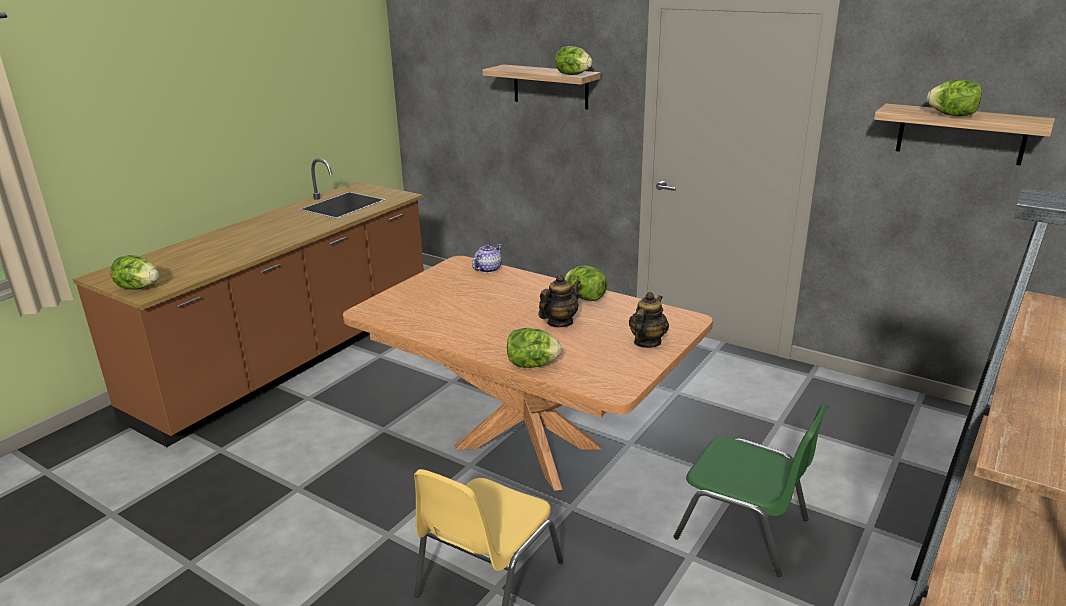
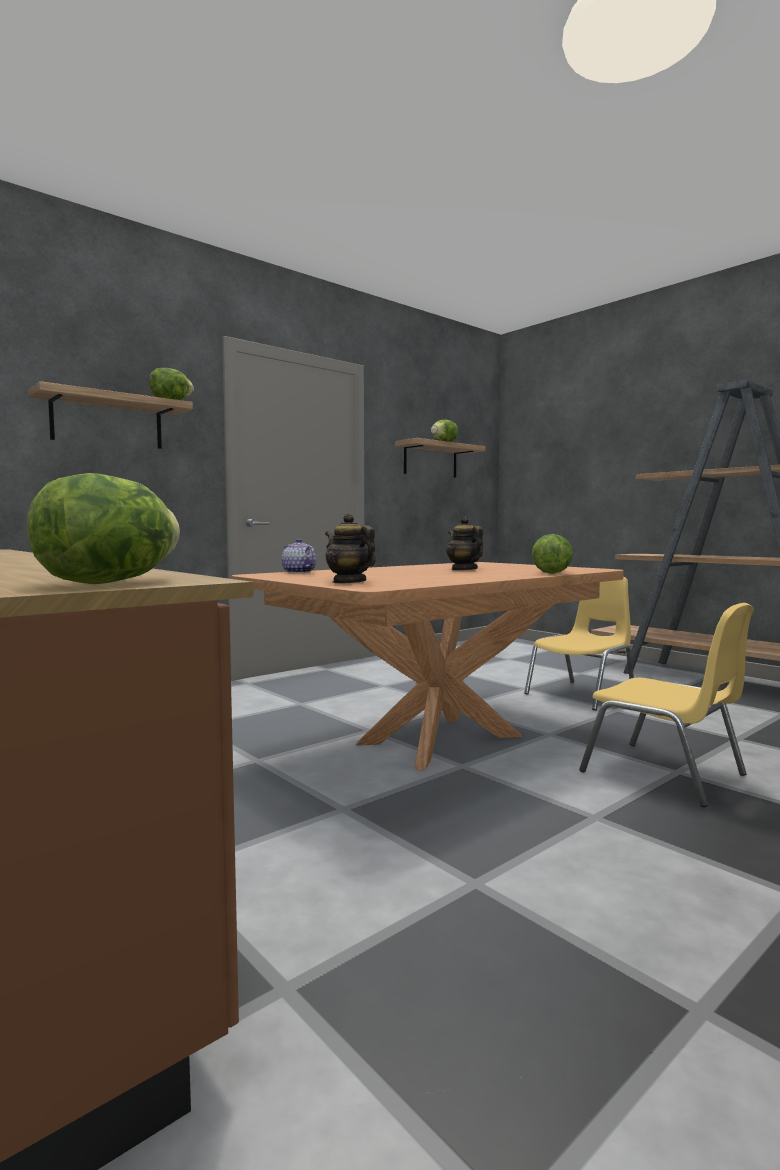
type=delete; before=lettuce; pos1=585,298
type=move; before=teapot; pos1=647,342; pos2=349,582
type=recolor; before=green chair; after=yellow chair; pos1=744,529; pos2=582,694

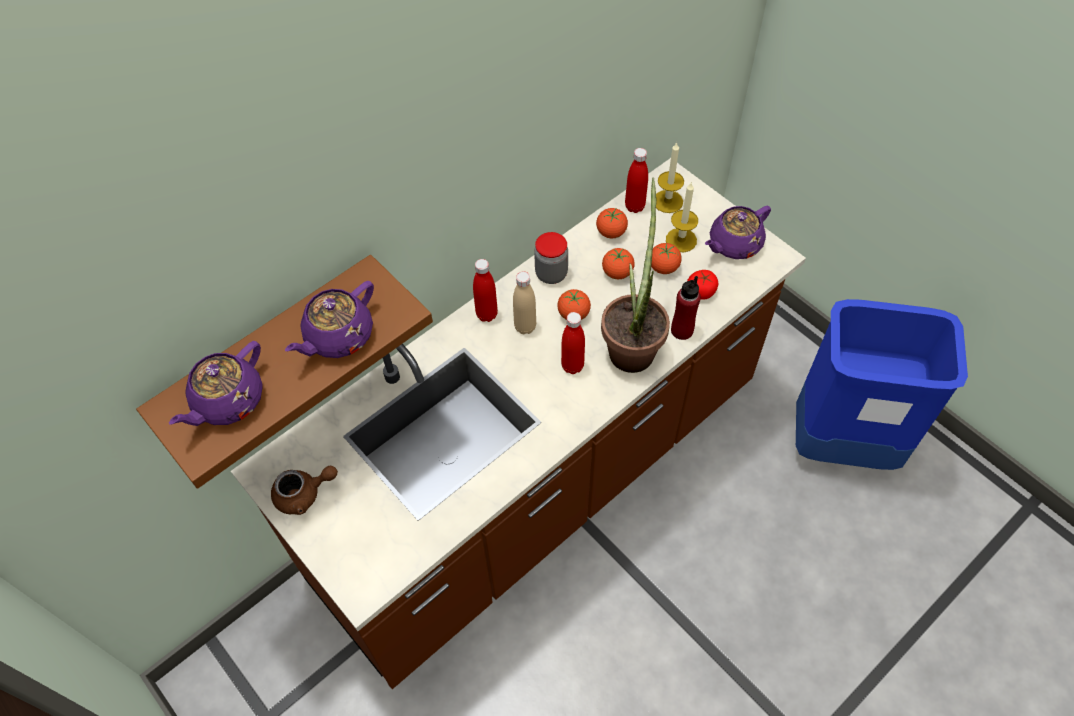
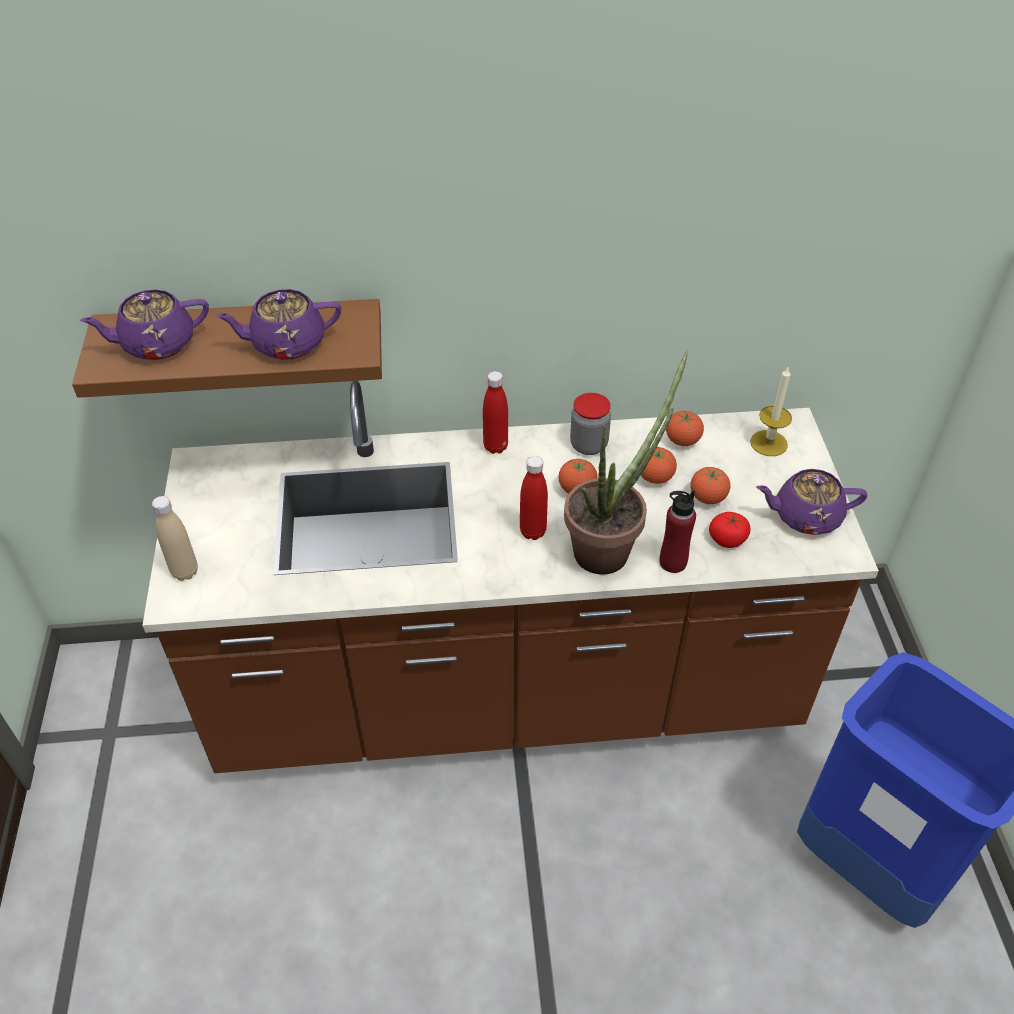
type=delete; before=brown teapot; pos1=304,494
type=move; before=beige bottle; pos1=525,327; pos2=185,572
type=delete; before=red bottle; pos1=634,206
type=delete; before=candle; pos1=681,240

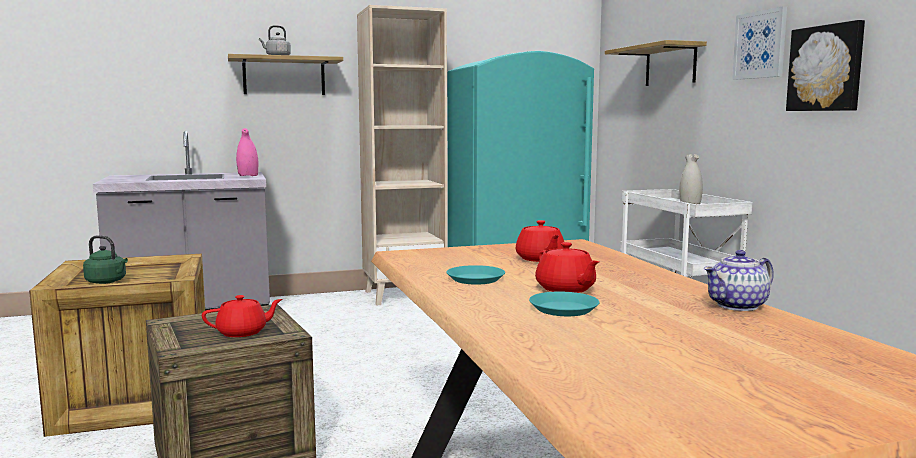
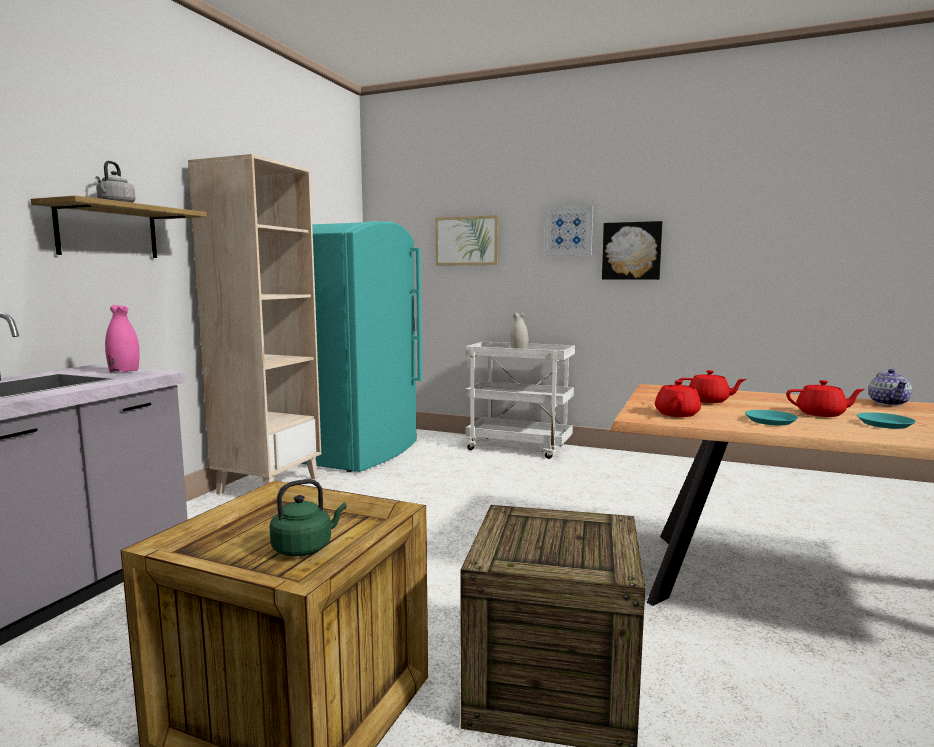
type=move; before=red teapot; pos1=243,332; pos2=677,414
type=replace; before=shelf; after=picture; pos1=670,65; pos2=467,241

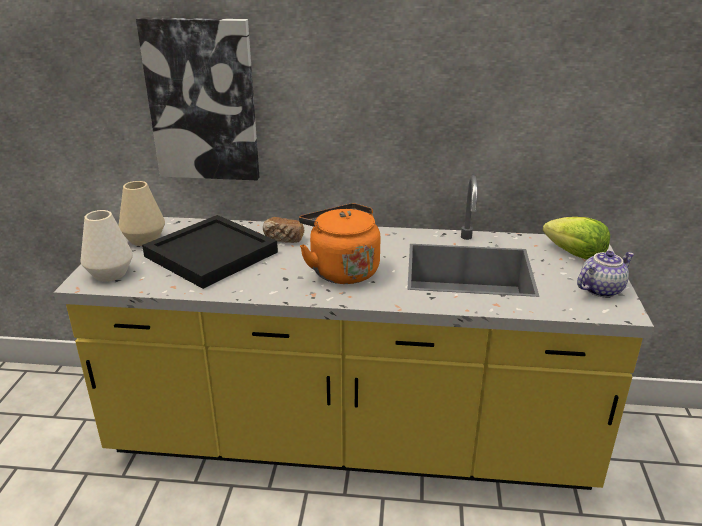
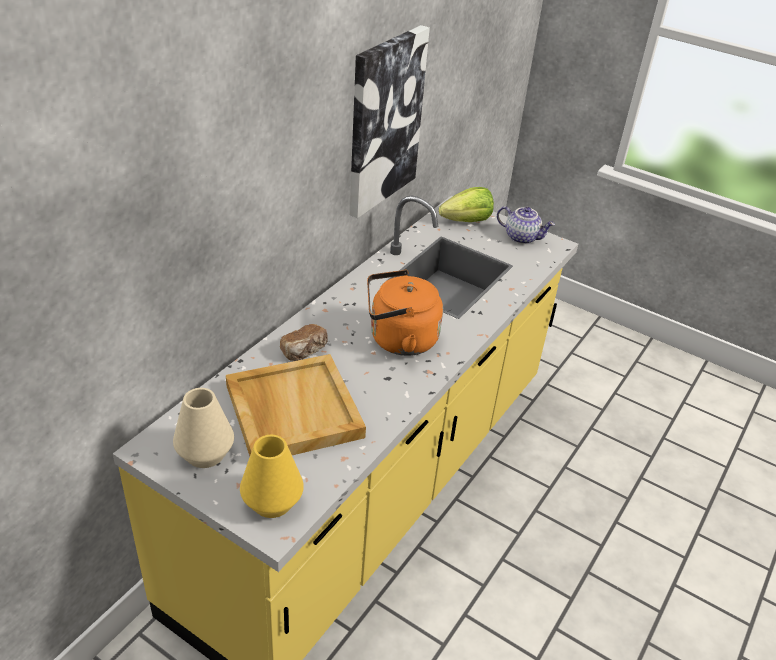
type=recolor; before=white vase; after=yellow vase; pos1=110,274; pos2=272,502
type=move; before=picture; pos1=202,101; pos2=384,121
type=recolor; before=black tray; after=beige tray; pos1=211,253; pos2=292,410
type=rotate; before=teapot; pos1=600,289; pos2=522,237; turn=120

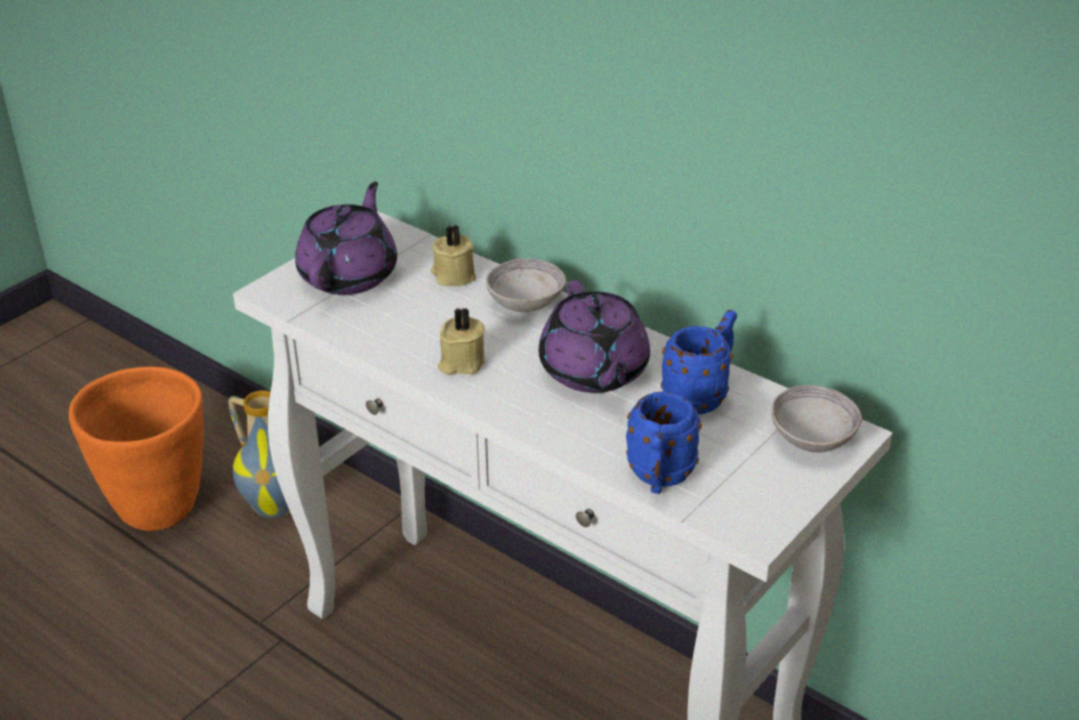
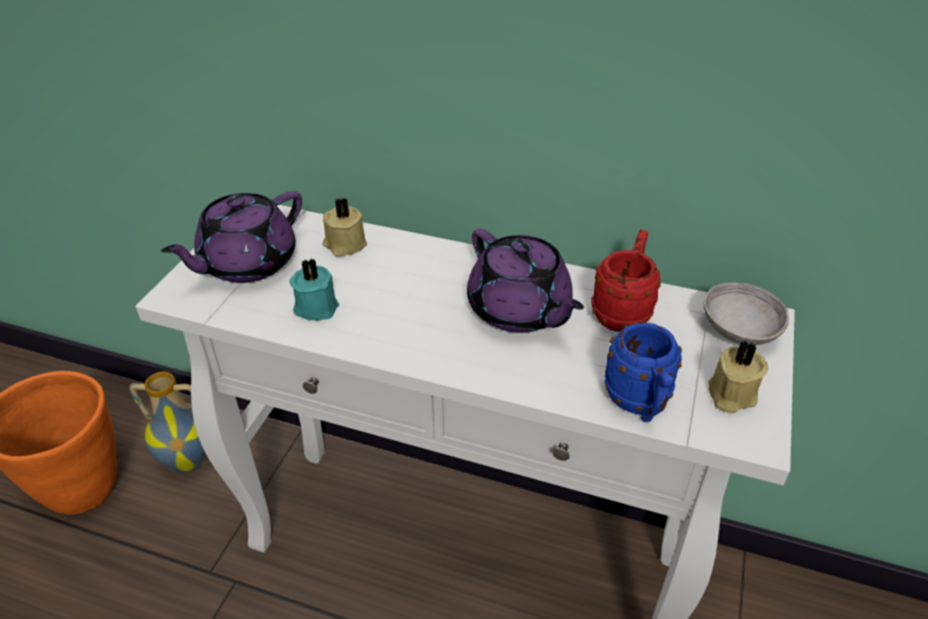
type=rotate; before=purple teapot; pos1=350,275; pos2=247,263; turn=-135
type=move; before=beige candle; pos1=461,363; pos2=730,395
type=delete; before=grey bowl; pos1=526,303
type=recolor; before=blue mug; after=red mug; pos1=701,395; pos2=623,311
type=insert; after=turquoise candle; pos2=316,306

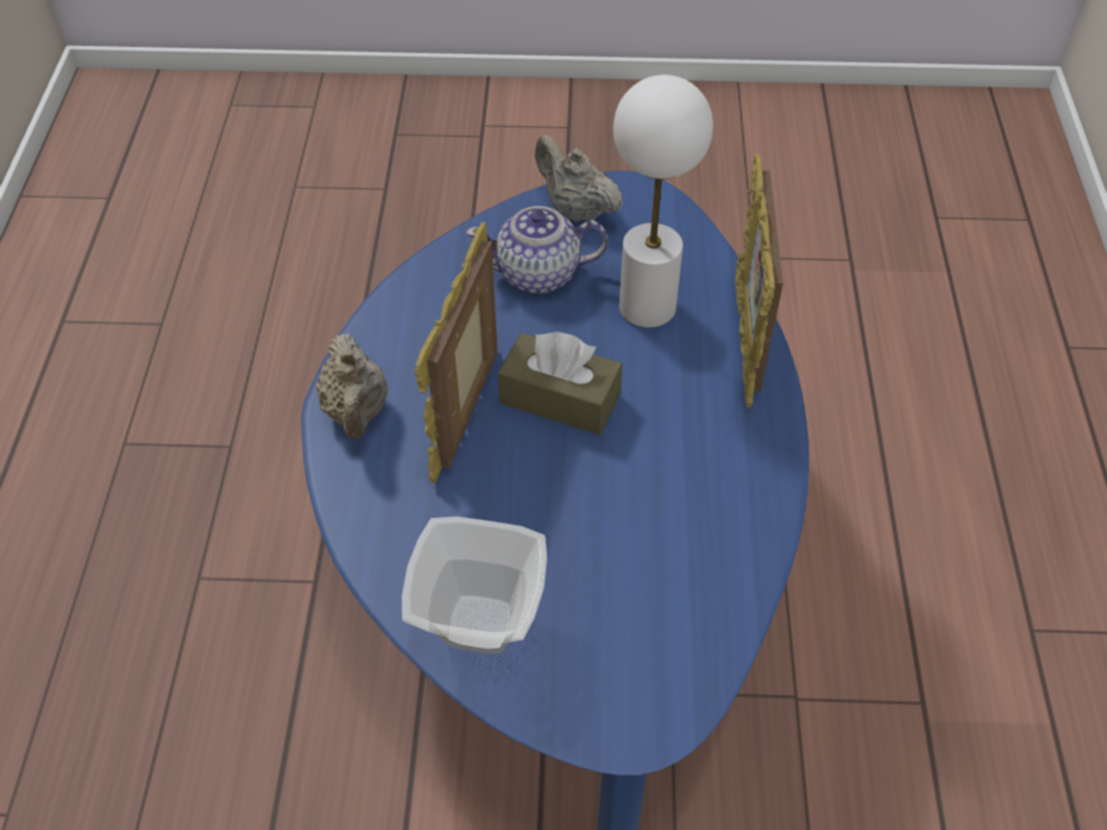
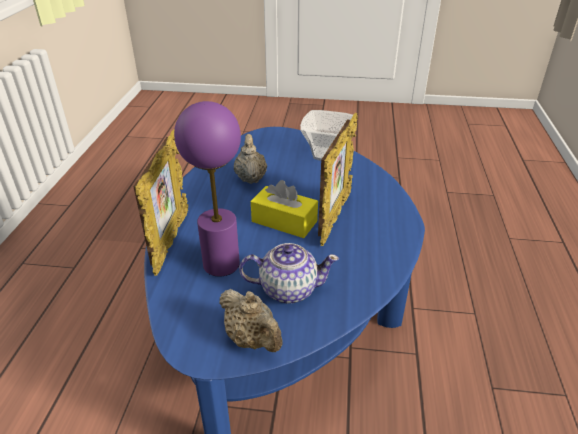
type=move; before=beige teapot; pos1=356,412; pos2=250,178
type=recolor; before=brown tissue box; after=yellow tissue box; pos1=560,398; pos2=284,221
type=recolor; before=white table lamp; after=purple table lamp; pos1=647,307; pos2=221,263

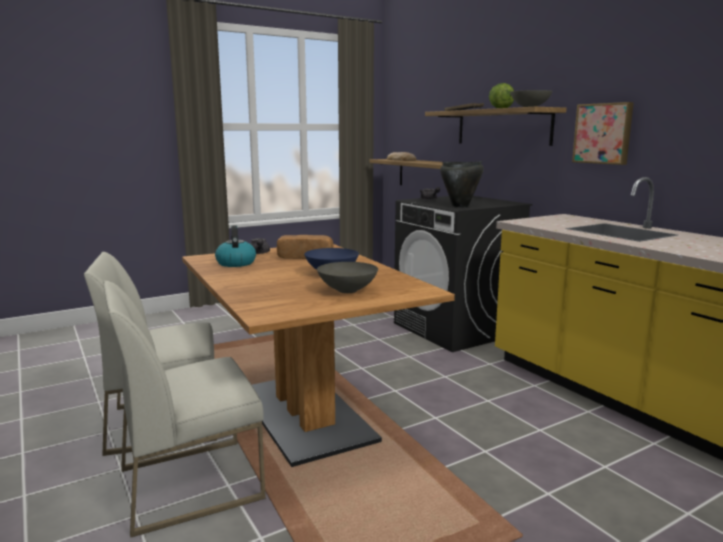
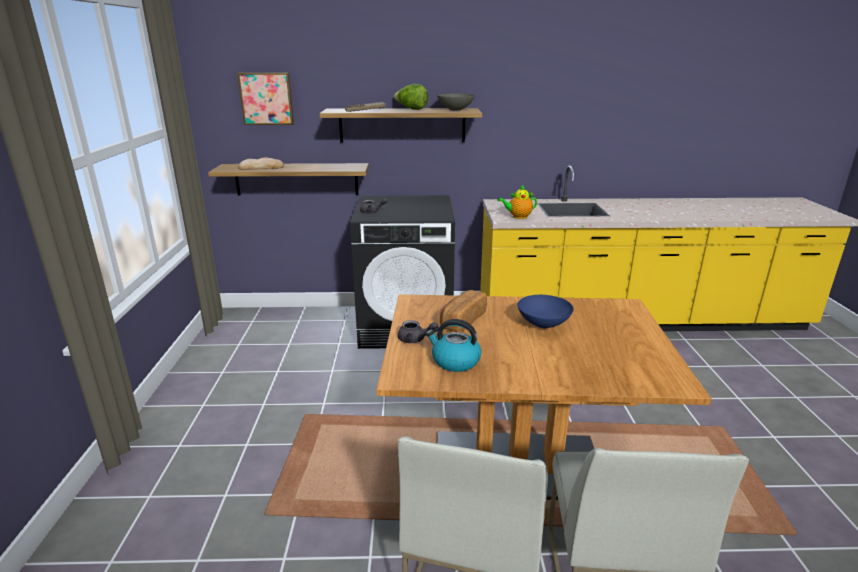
type=delete; before=grey bowl; pos1=347,291
type=delete; before=black cooking pot; pos1=460,206
type=move; before=picture; pos1=603,133; pos2=267,98
type=insert; after=teapot; pos2=518,217

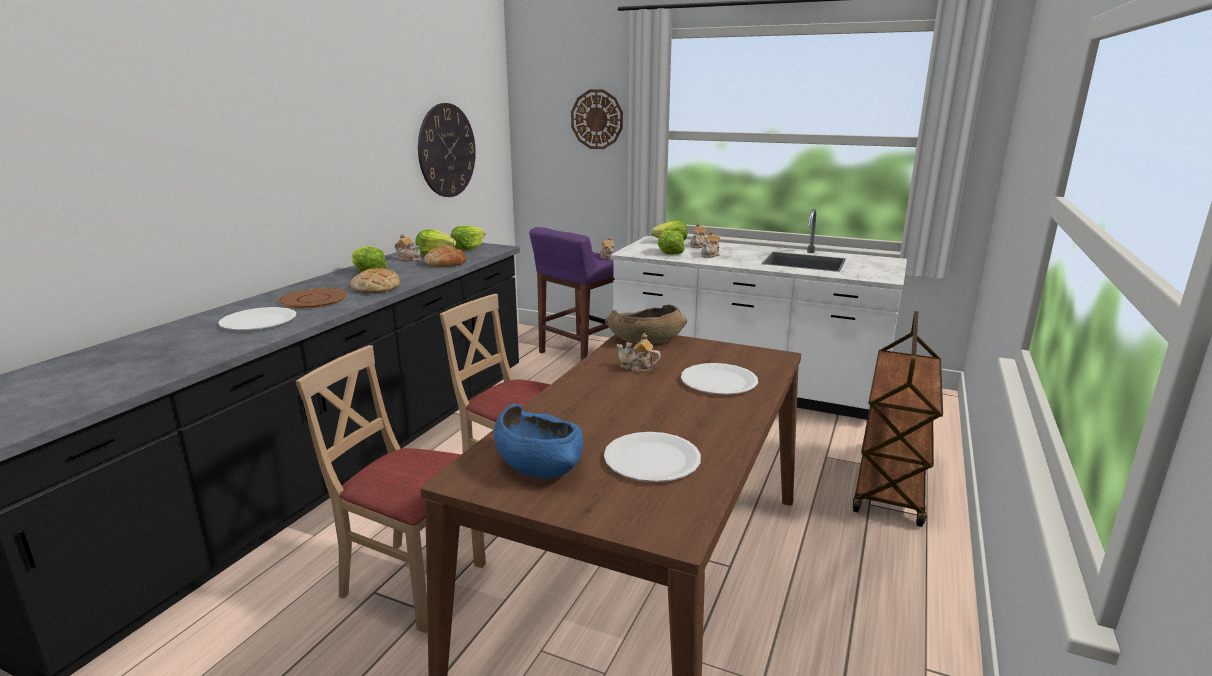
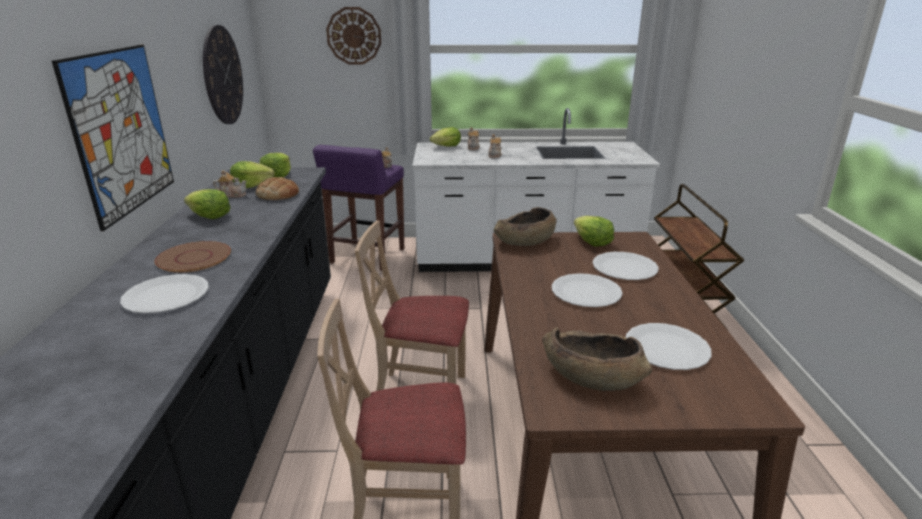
type=delete; before=bread; pos1=376,288
type=recolor; before=blue bowl; after=brown bowl; pos1=538,463; pos2=591,376
type=delete; before=teapot; pos1=637,368
type=move; before=lettuce; pos1=669,252; pos2=592,242
type=insert; after=picture; pos2=122,132
type=insert; after=white plate; pos2=586,292

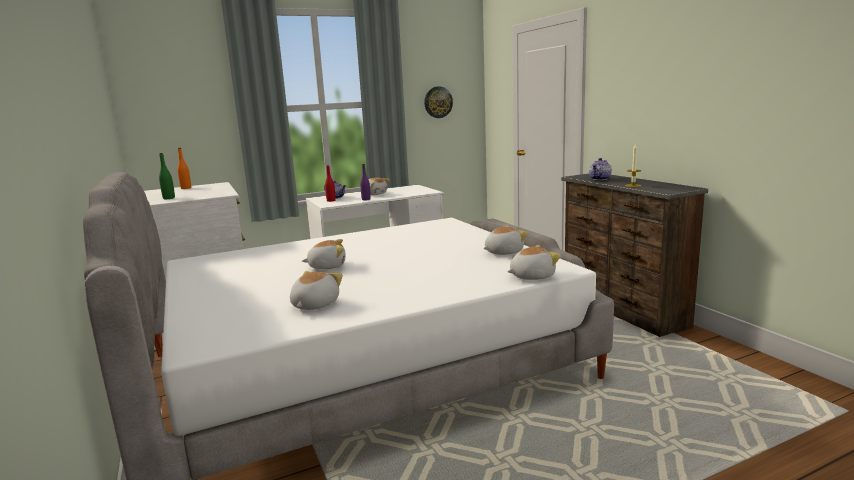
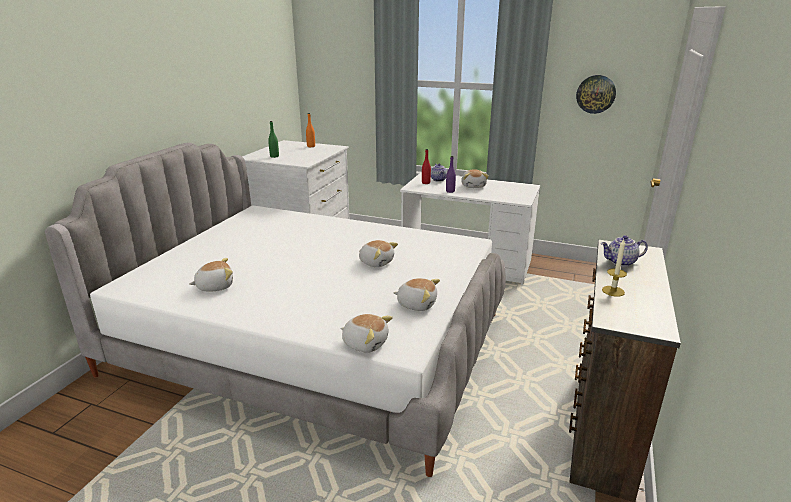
type=move; before=plush toy; pos1=327,266; pos2=376,262

